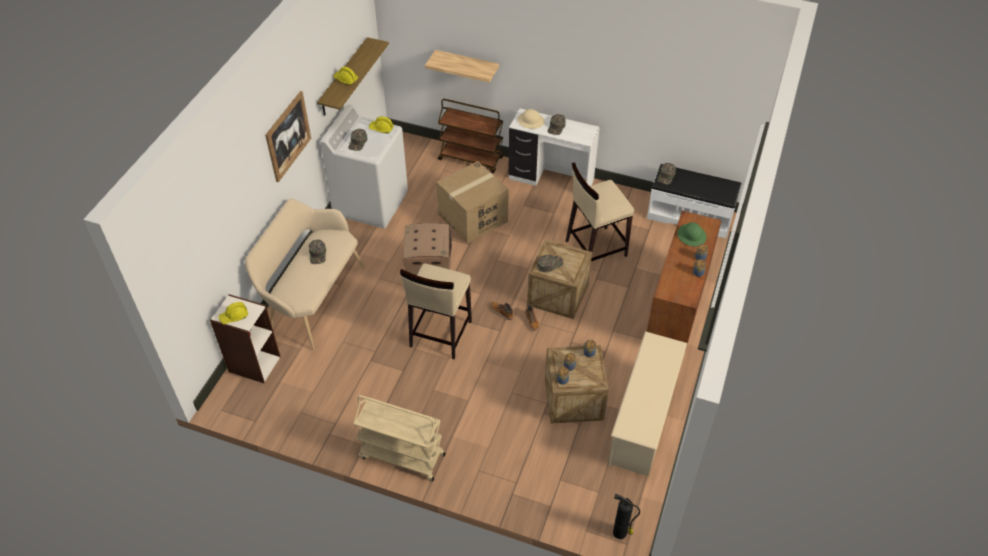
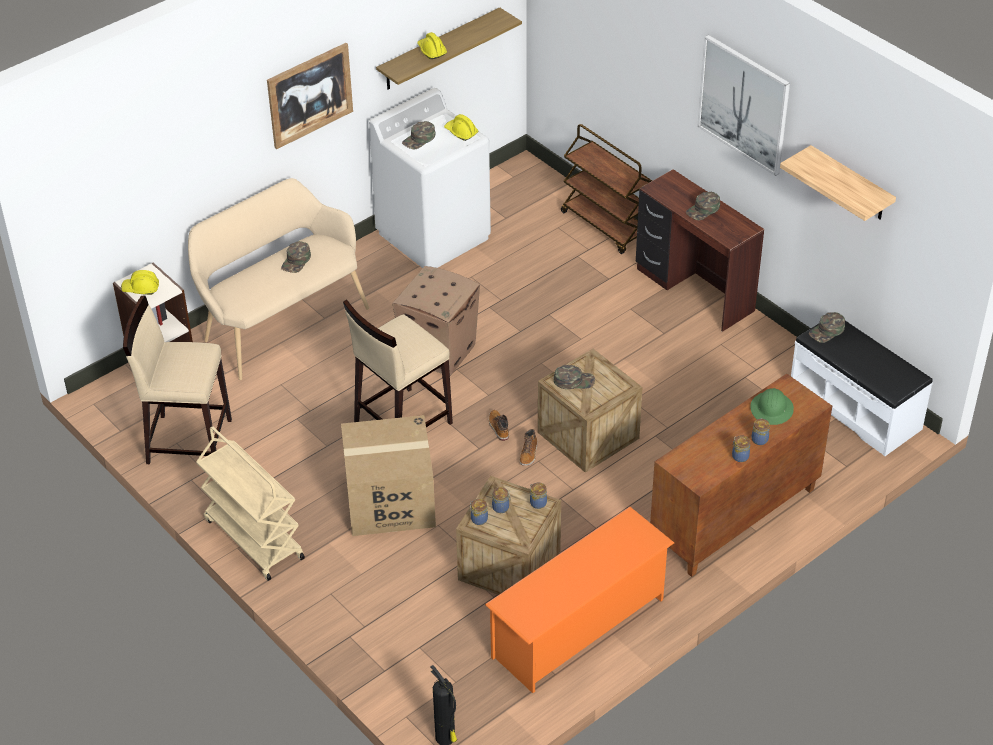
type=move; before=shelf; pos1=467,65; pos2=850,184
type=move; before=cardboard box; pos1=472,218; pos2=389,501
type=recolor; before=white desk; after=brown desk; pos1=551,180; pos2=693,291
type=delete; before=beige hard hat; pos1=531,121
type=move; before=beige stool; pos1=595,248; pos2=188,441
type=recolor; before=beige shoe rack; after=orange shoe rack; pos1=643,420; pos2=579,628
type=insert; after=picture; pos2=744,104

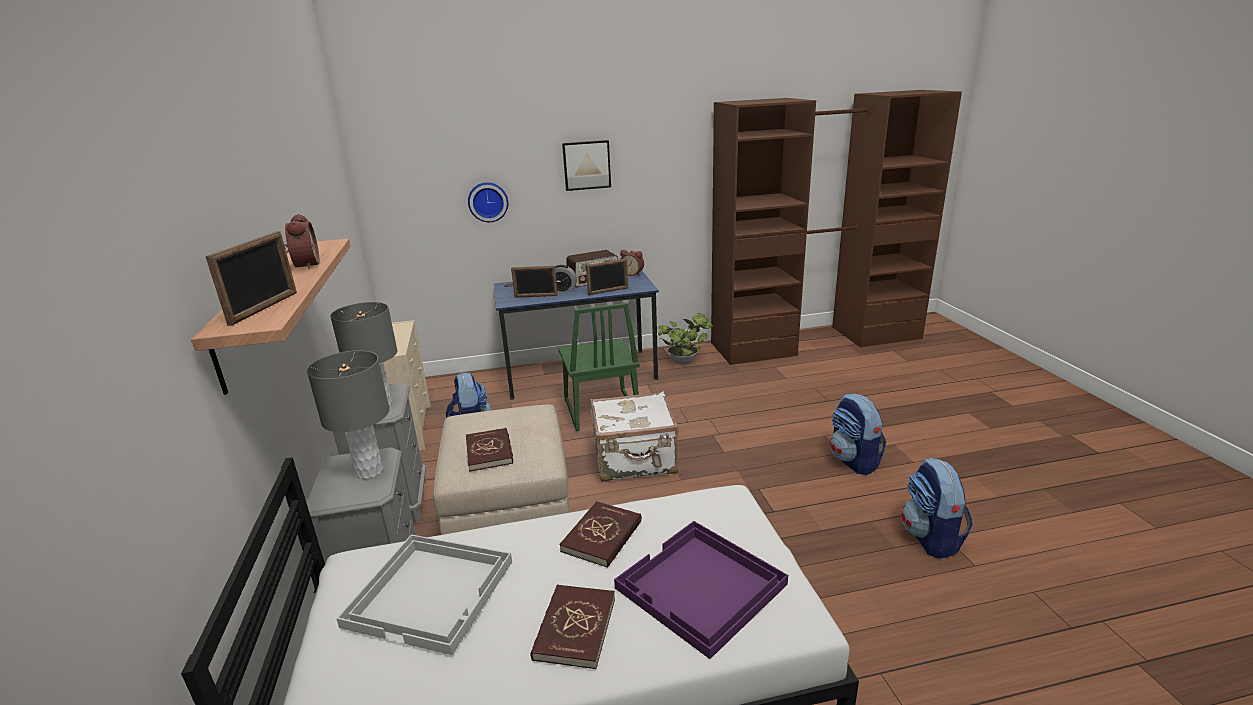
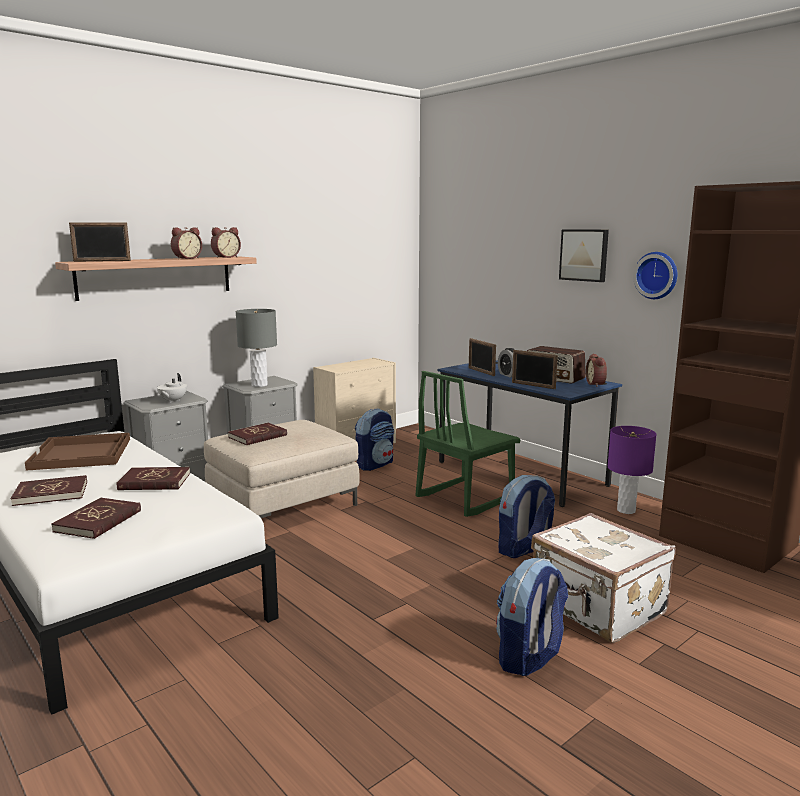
type=replace; before=grey table lamp; after=white teapot; pos1=369,472; pos2=172,401
type=recolor; before=white tray; after=brown tray; pos1=432,592; pos2=82,454
type=move; before=wall clock; pos1=488,201; pos2=657,275
type=move; before=white suitcase; pos1=635,460; pos2=597,607
type=replace; before=purple tray; after=red book; pos1=701,587; pos2=98,521
type=replace; before=potted plant; after=purple table lamp; pos1=685,360; pos2=626,510
type=move; before=backpack; pos1=931,538; pos2=524,550
type=insert; after=alarm clock; pos2=225,257

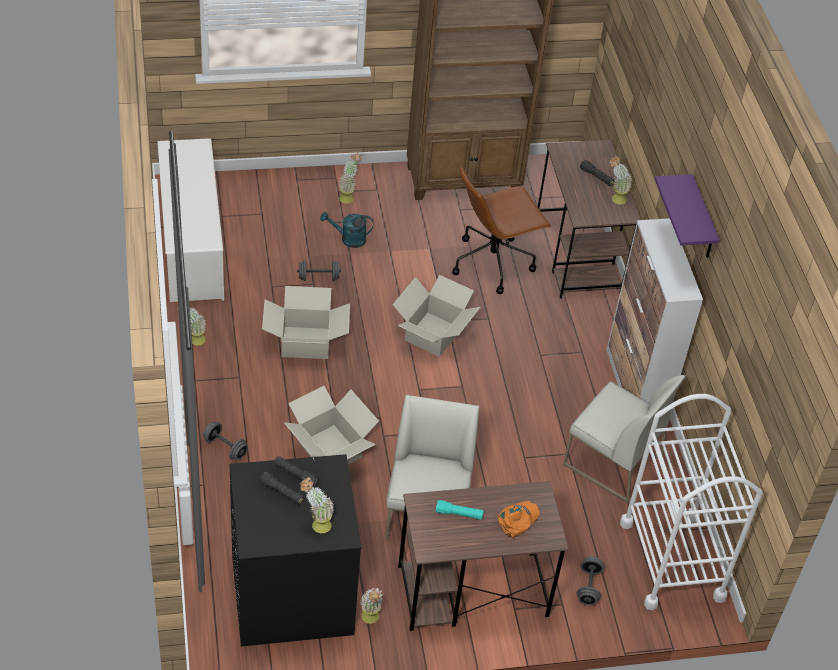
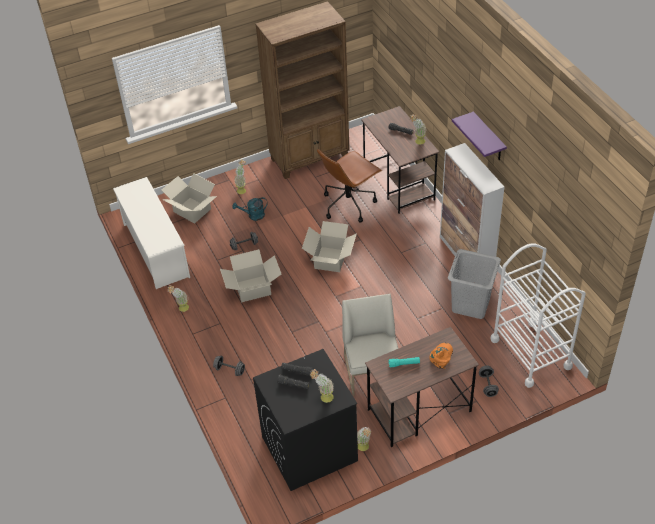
type=move; before=cardboard box; pos1=330,449; pos2=192,210
type=replace; before=white chair; after=grey laundry basket; pos1=612,462; pos2=471,305

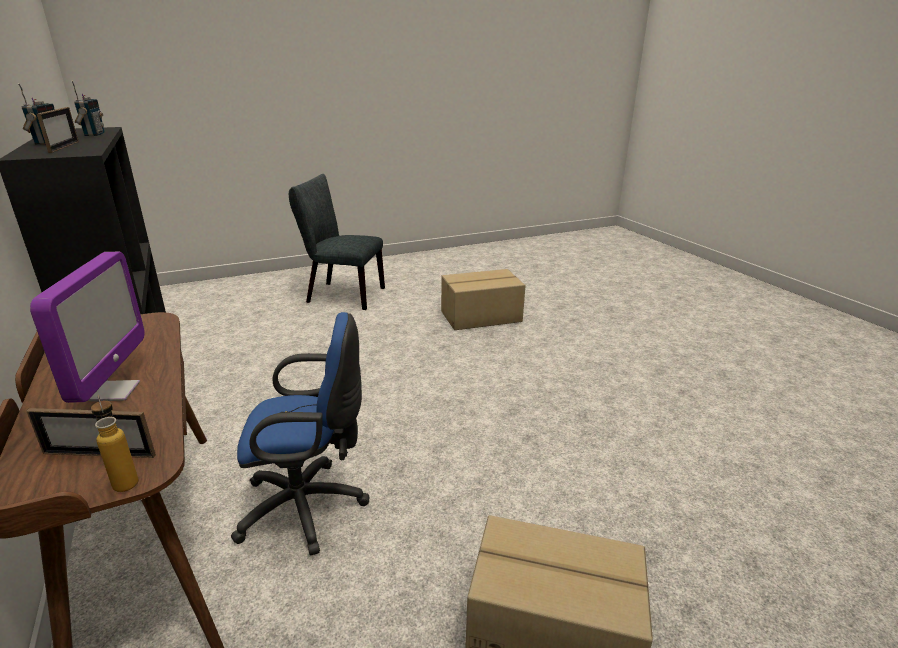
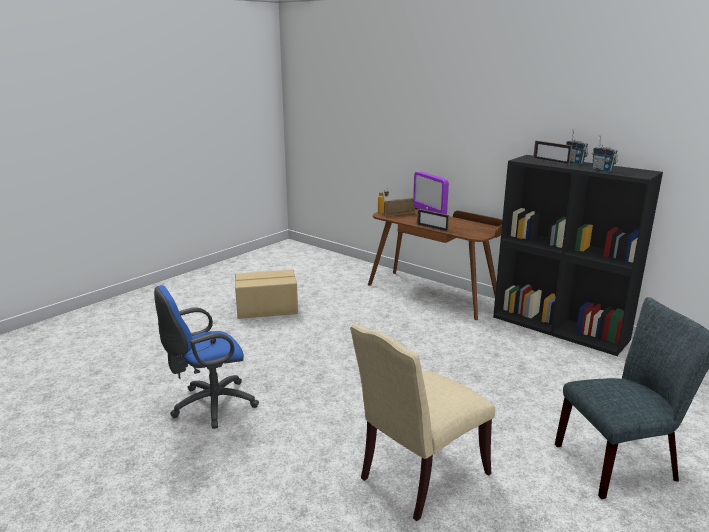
type=move; before=blue office chair; pos1=309,507; pos2=210,405
type=replace; before=cardboard box; after=beige chair; pos1=481,317; pos2=419,477
type=insert; after=picture frame; pos2=432,228

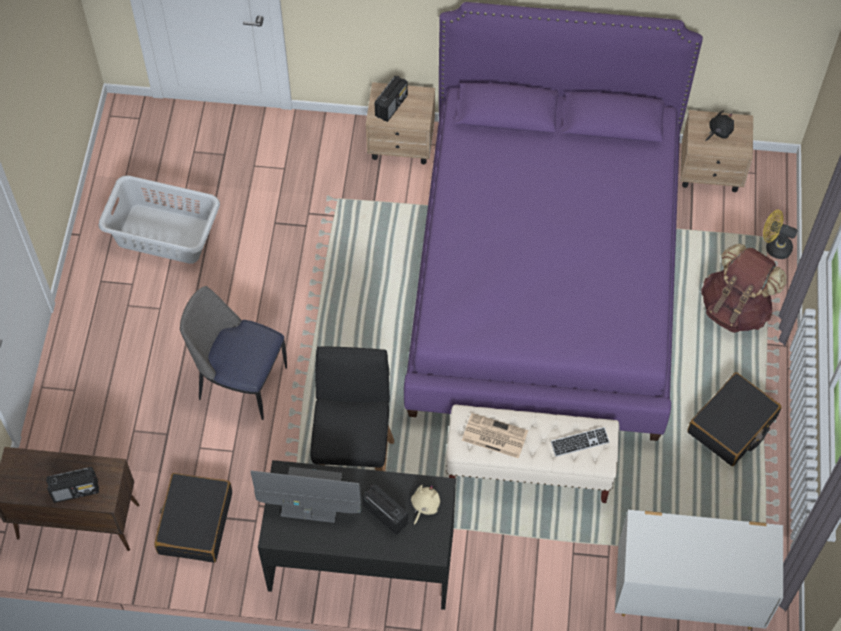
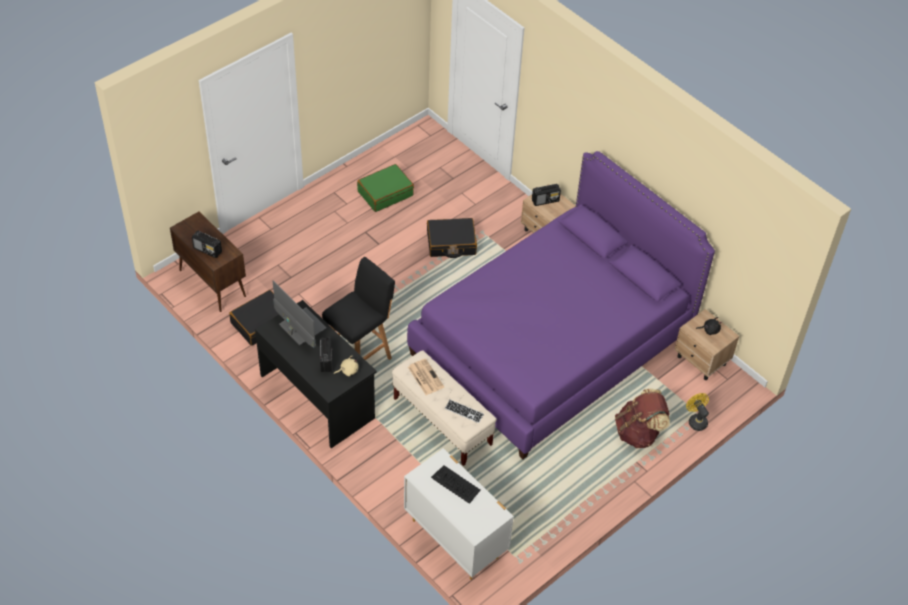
type=replace; before=grey laundry basket; after=green suitcase; pos1=164,235; pos2=385,193
type=delete; before=chair; pos1=240,381
type=move; before=black suitcase; pos1=732,425; pos2=451,243
type=insert; after=keyboard; pos2=455,484

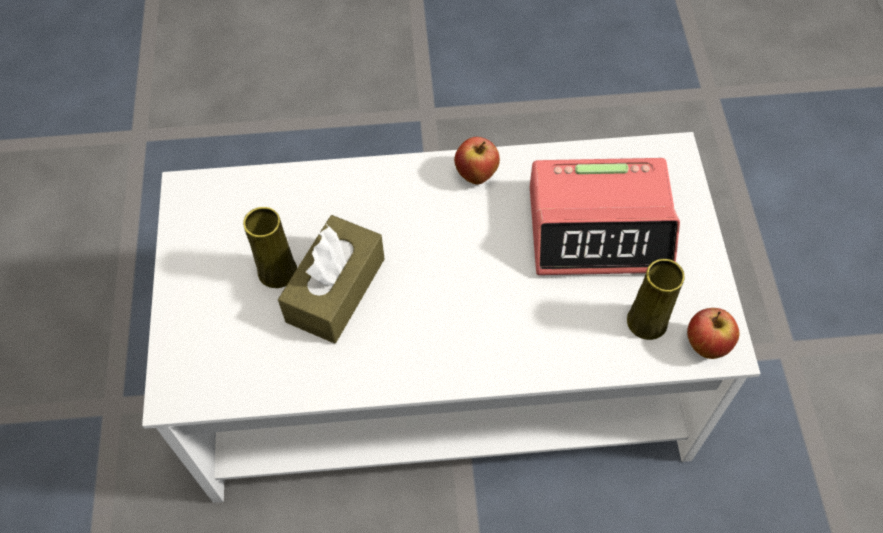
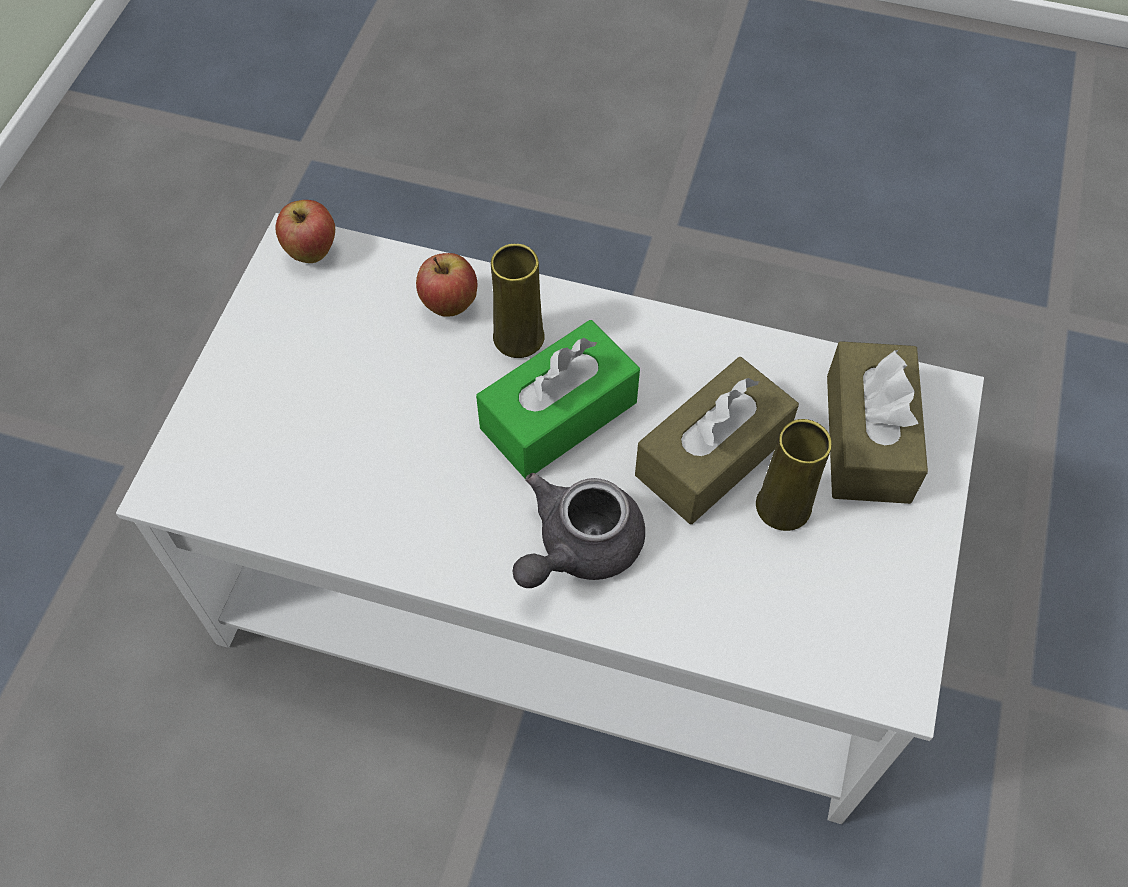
type=move; before=apple; pos1=476,175; pos2=449,306
type=delete; before=alarm clock; pos1=599,228
type=move; before=yellow vase; pos1=647,322; pos2=518,337
type=insert; after=green tissue box; pos2=558,415
type=insert; after=grey teapot; pos2=577,547
type=insert; after=brown tissue box; pos2=867,438

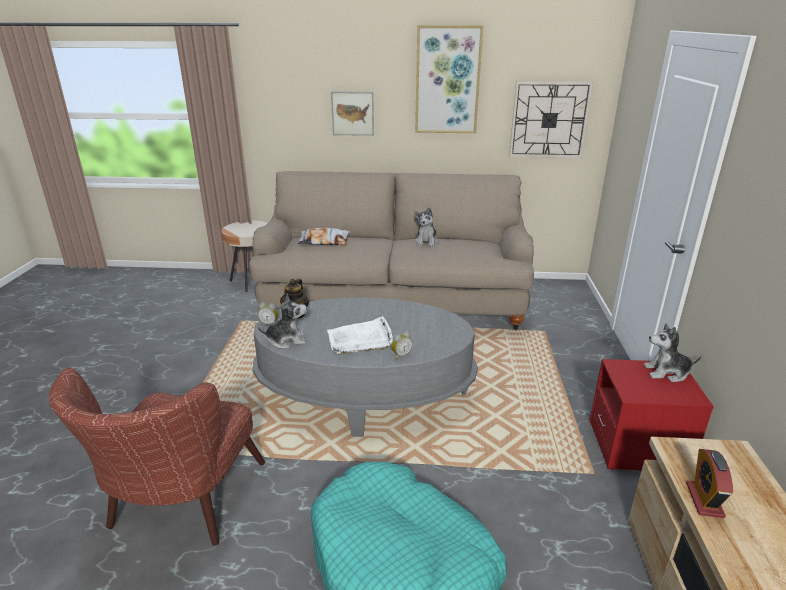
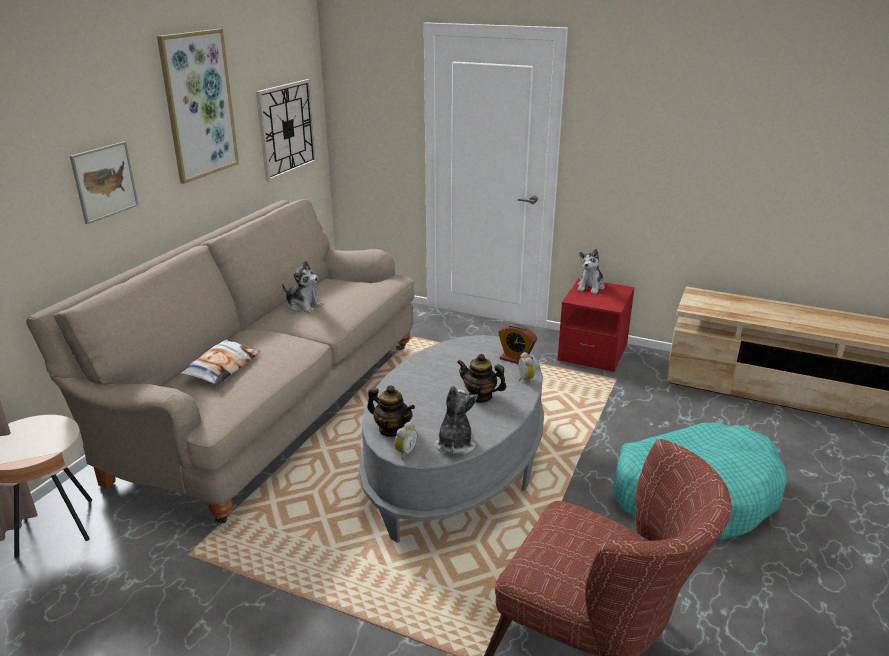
type=replace; before=white tray; after=teapot; pos1=360,339; pos2=480,396
type=move; before=alarm clock; pos1=704,500; pos2=516,359

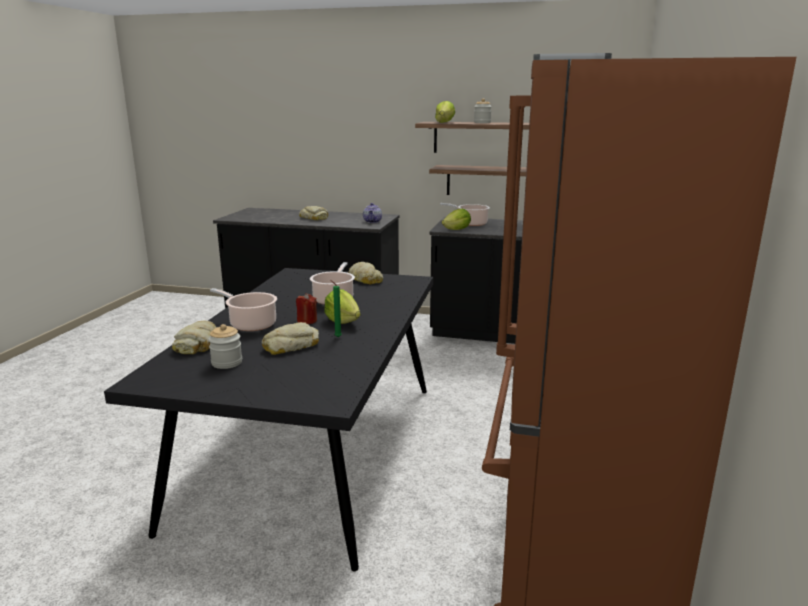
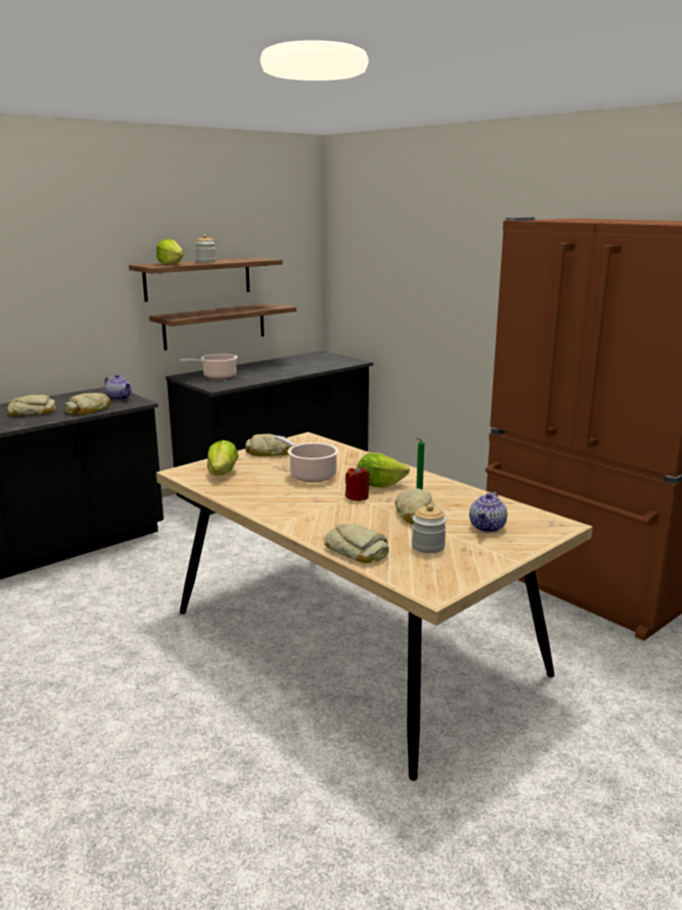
type=recolor; before=black dining table; after=beige dining table; pos1=315,451; pos2=355,642
type=delete; before=cooking pot; pos1=250,324
type=move; before=lettuce; pos1=457,230; pos2=223,473
type=insert; after=bread; pos2=88,410
type=insert; after=teapot; pos2=487,527

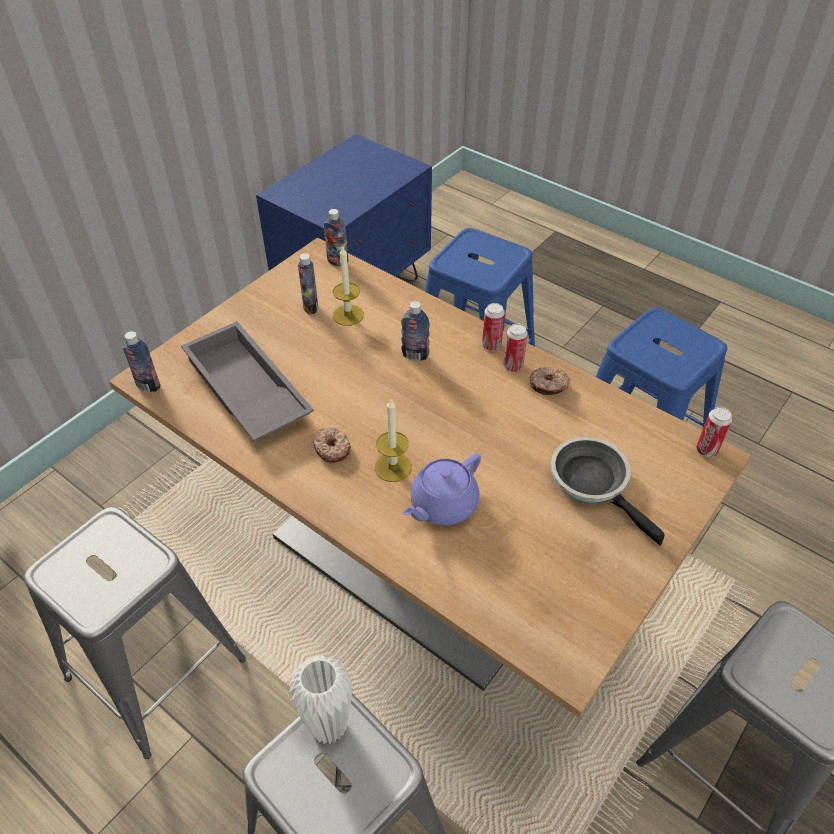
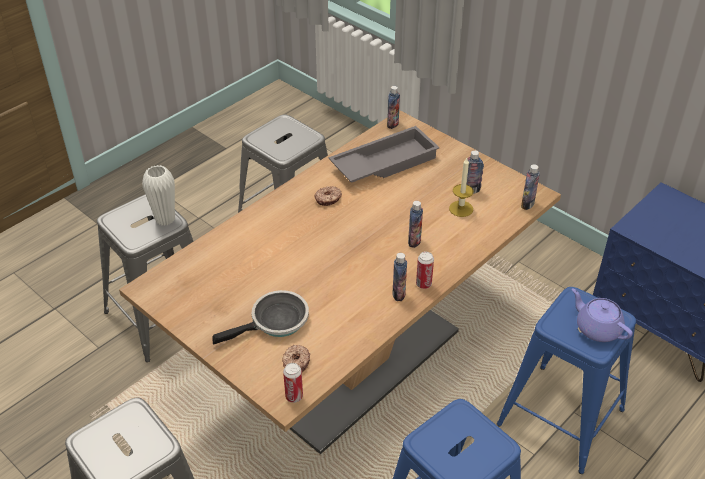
type=delete; before=candle; pos1=393,467
type=move; before=purple teapot; pos1=442,505; pos2=597,328
type=replace; before=can; after=bottle; pos1=513,366; pos2=398,294
type=move; before=donut; pos1=548,385; pos2=296,362

